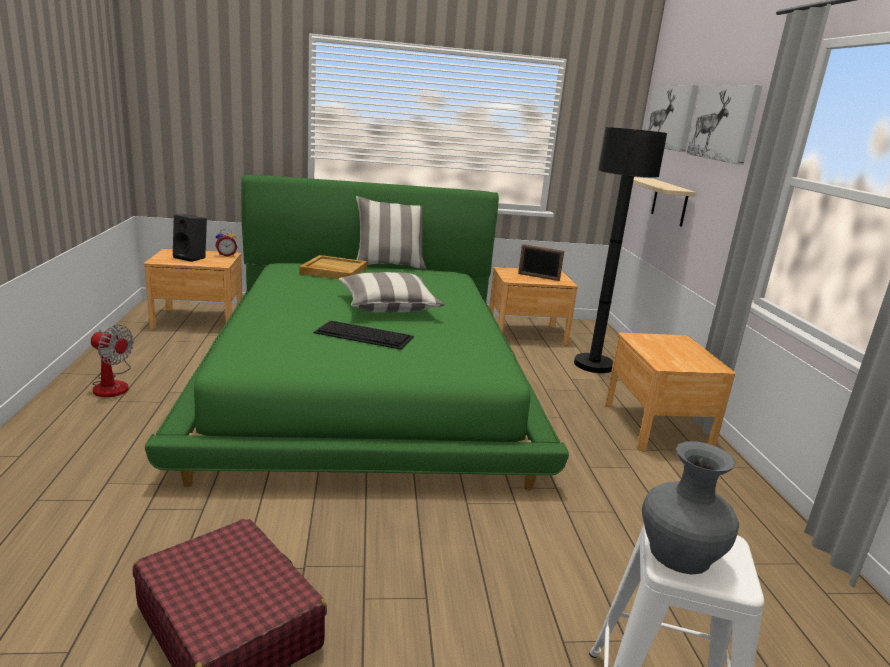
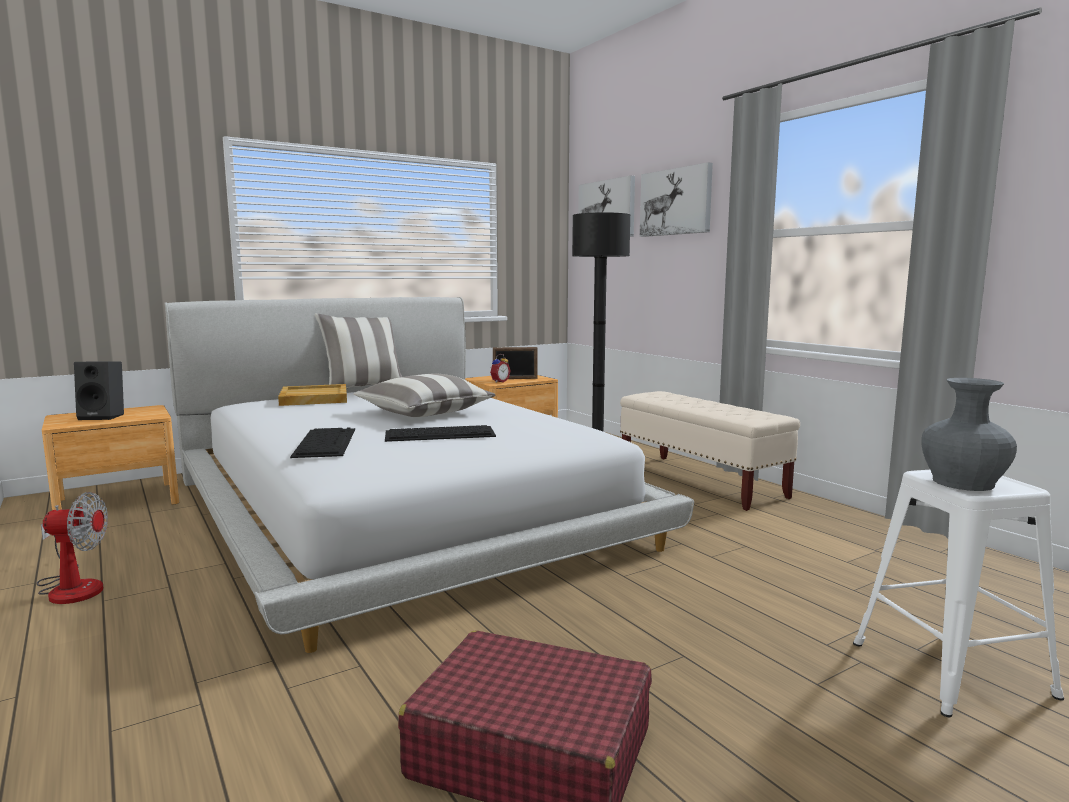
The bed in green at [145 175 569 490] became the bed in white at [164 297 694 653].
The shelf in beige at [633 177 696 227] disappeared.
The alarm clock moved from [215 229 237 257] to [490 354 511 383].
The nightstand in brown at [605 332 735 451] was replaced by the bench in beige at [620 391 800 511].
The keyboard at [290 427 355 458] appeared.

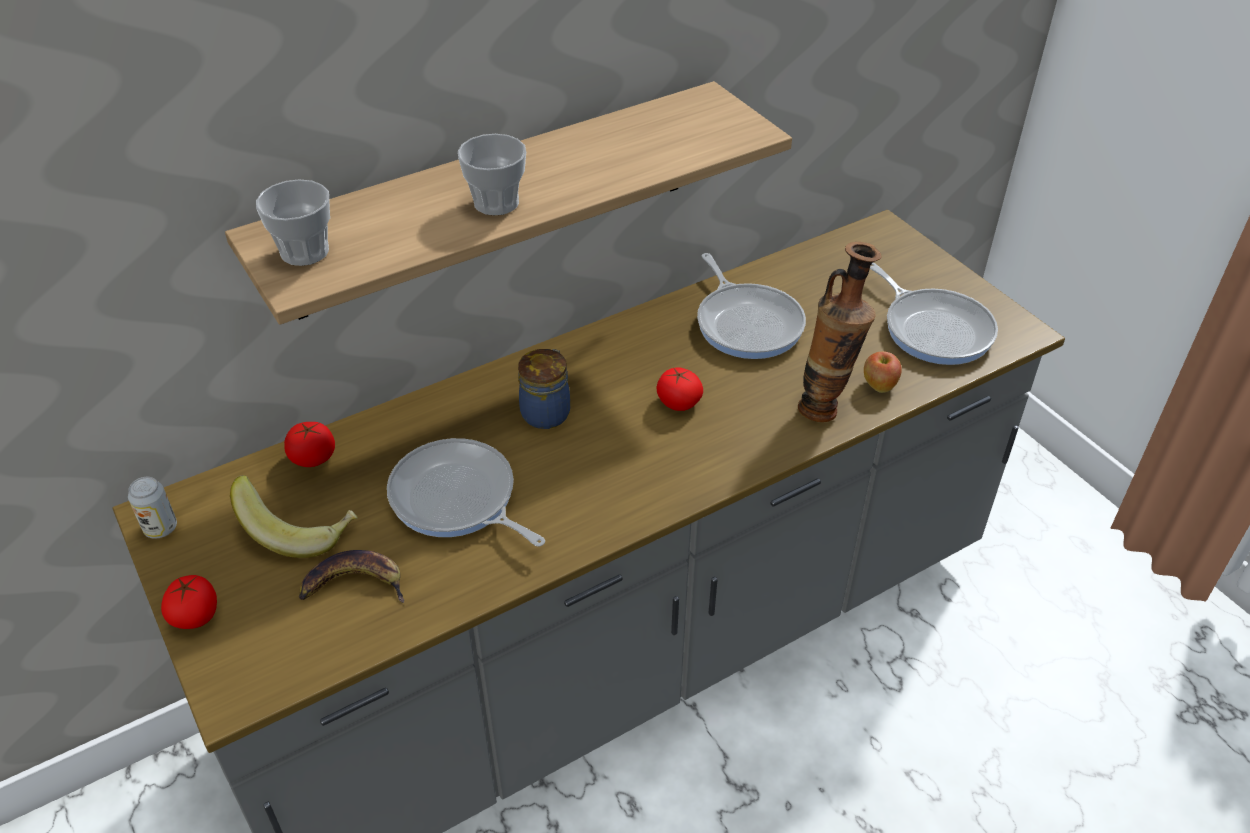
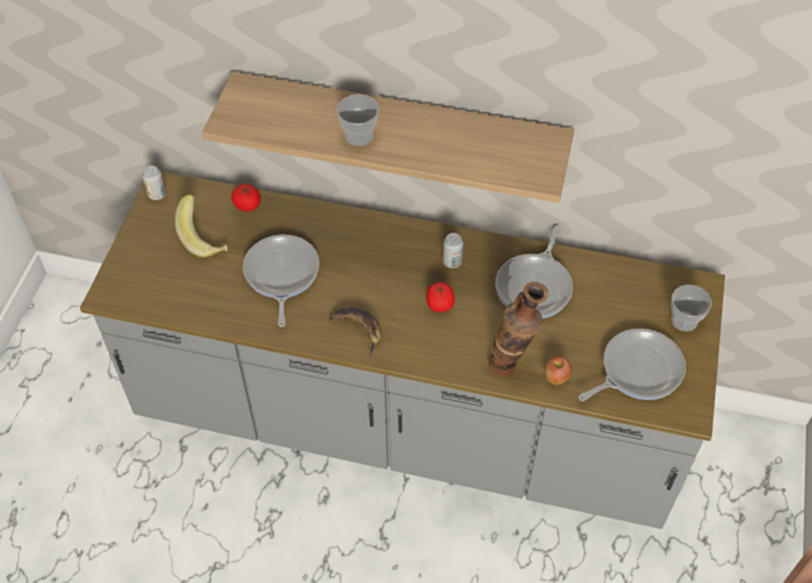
The cup moved from [256 179 330 266] to [671 285 712 331].
The frying pan at [870 263 998 365] turned 135 degrees counterclockwise.
The jar at [518 349 570 429] disappeared.
The banana moved from [299 550 404 603] to [329 308 382 356].
The tomato at [161 575 217 629] disappeared.
The can at [443 233 463 268] appeared.

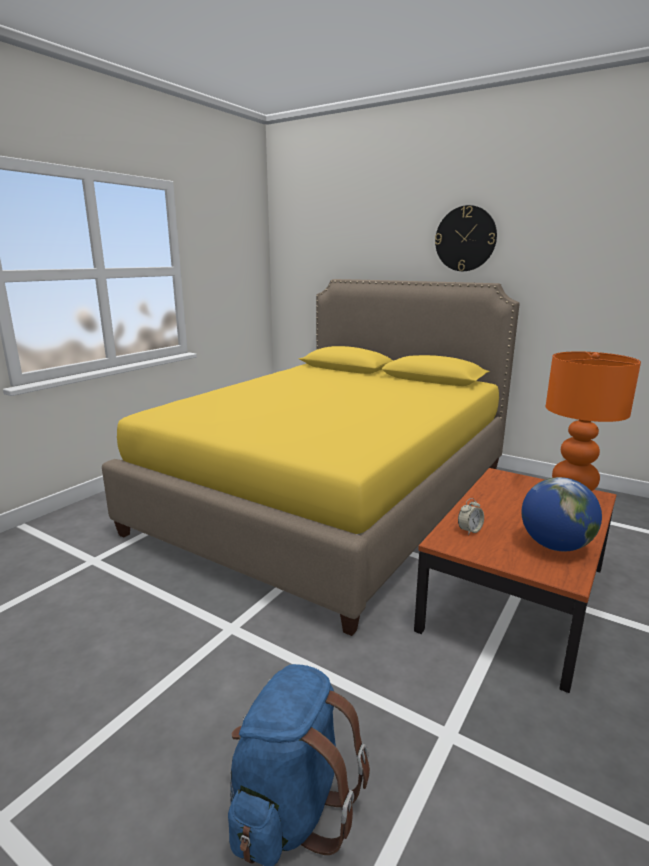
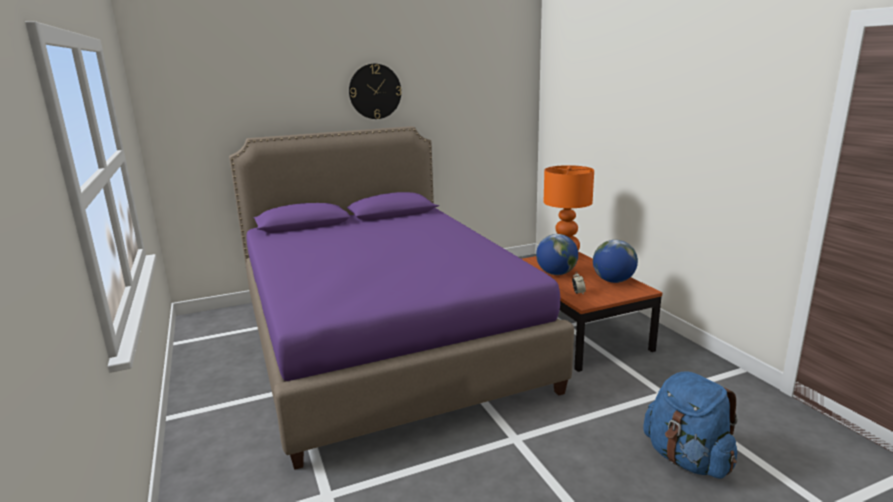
The bed in yellow at [102 279 520 636] became the bed in purple at [229 126 574 470].
The globe at [536 234 578 275] appeared.

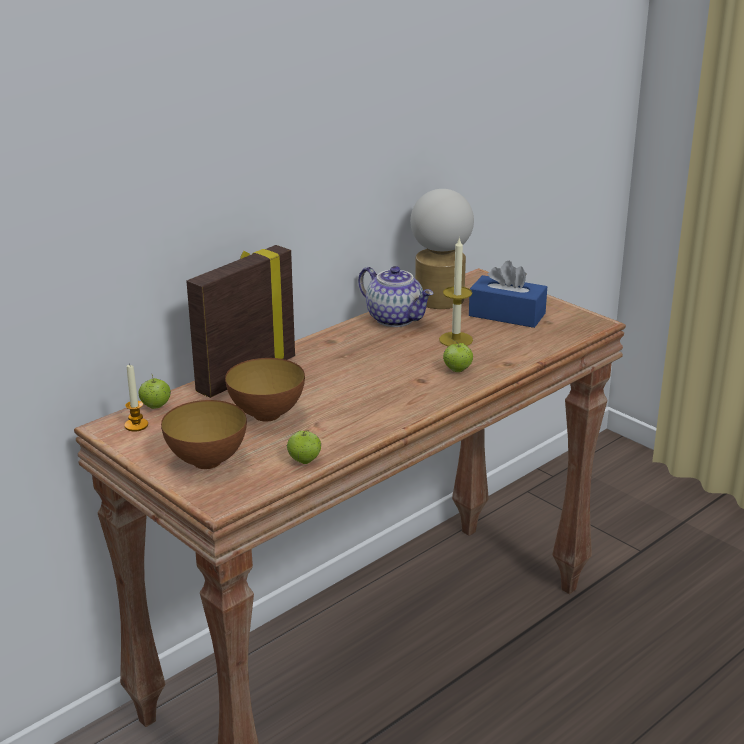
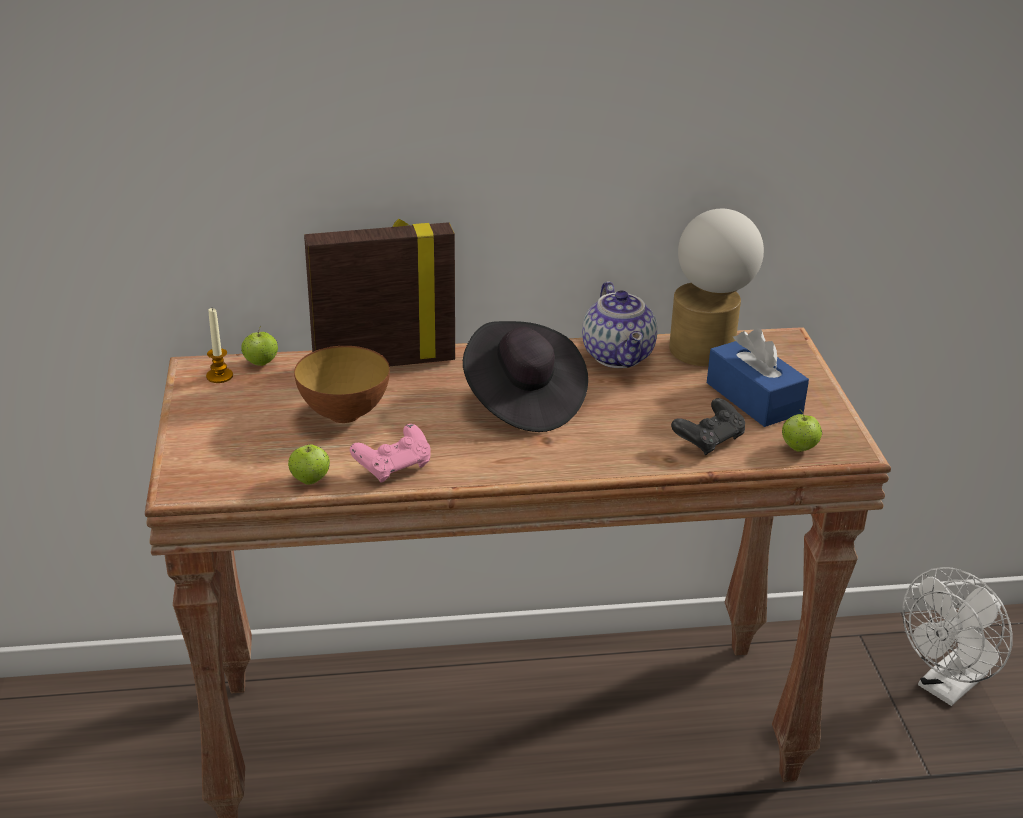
The candle at [439 237 473 347] disappeared.
The apple moved from [443 340 473 372] to [782 409 822 452].
The bowl at [161 400 247 469] disappeared.
The hat in black at [463 321 588 432] appeared.
The game controller in black at [671 398 745 455] appeared.
The game controller in pink at [350 424 430 483] appeared.
The fan in white at [902 567 1013 706] appeared.

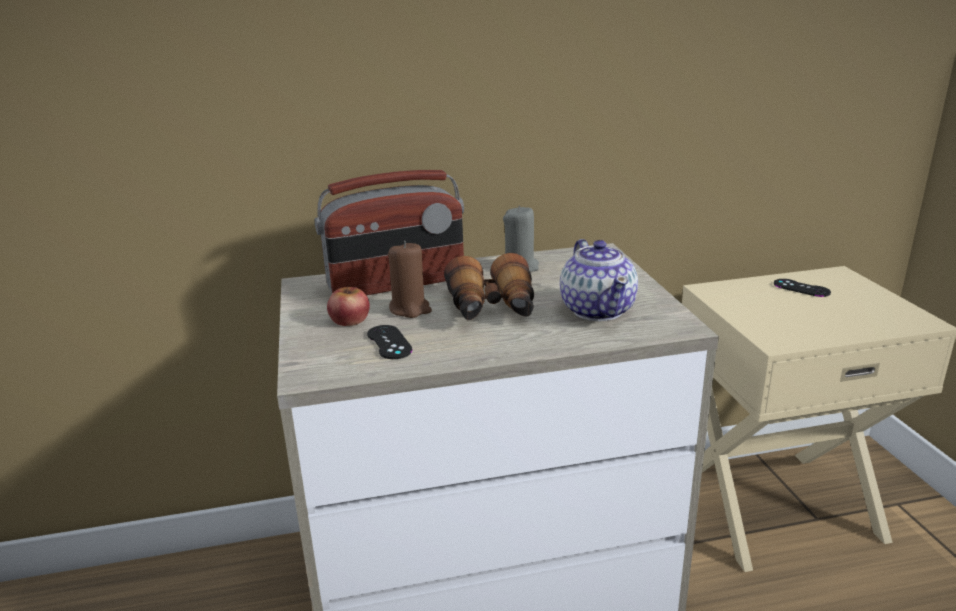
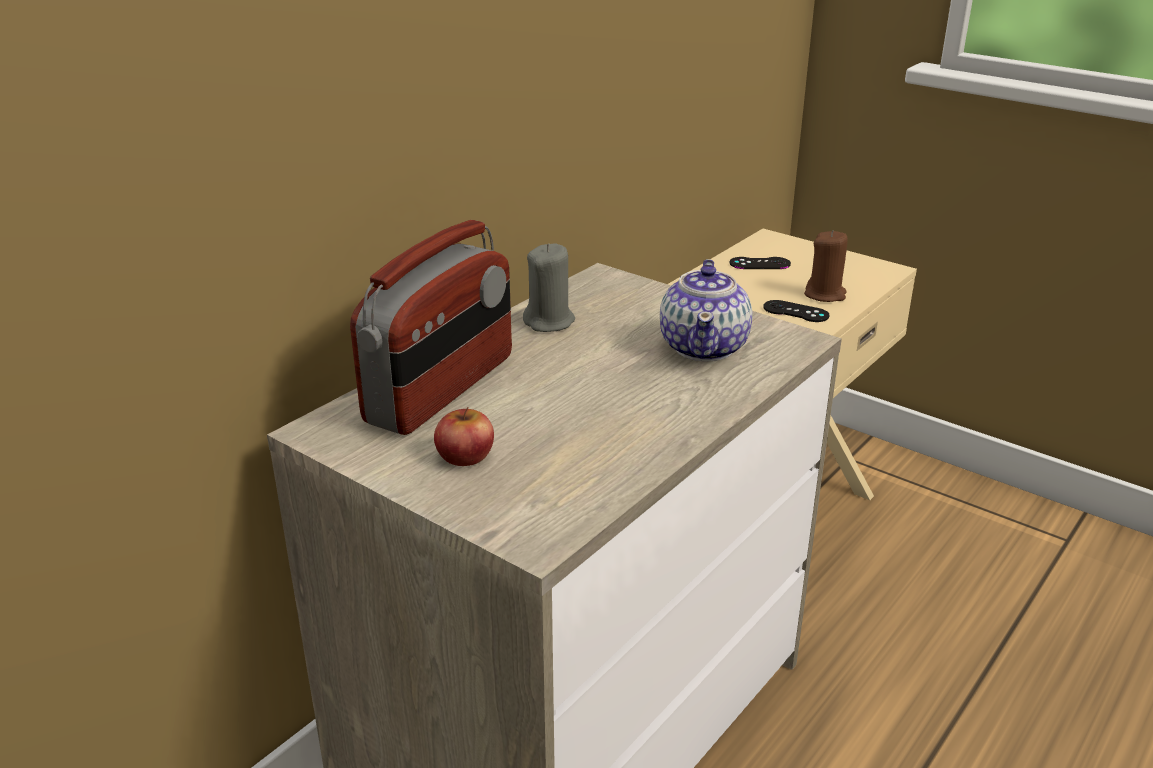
The teapot at [560 239 638 321] turned 60 degrees clockwise.
The candle in brown moved from [388 241 432 318] to [804 230 848 302].
The binoculars at [444 253 534 320] disappeared.
The game controller in black moved from [367 325 413 359] to [763 300 830 322].

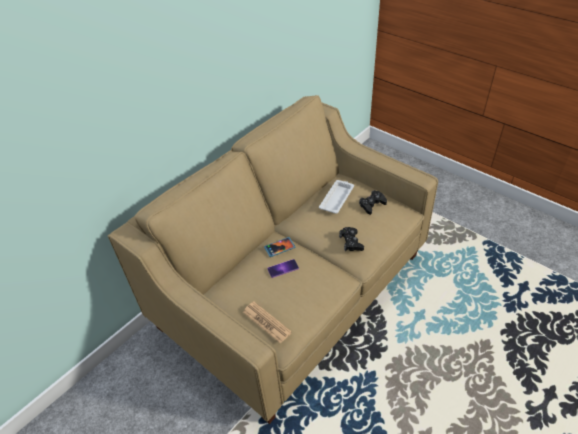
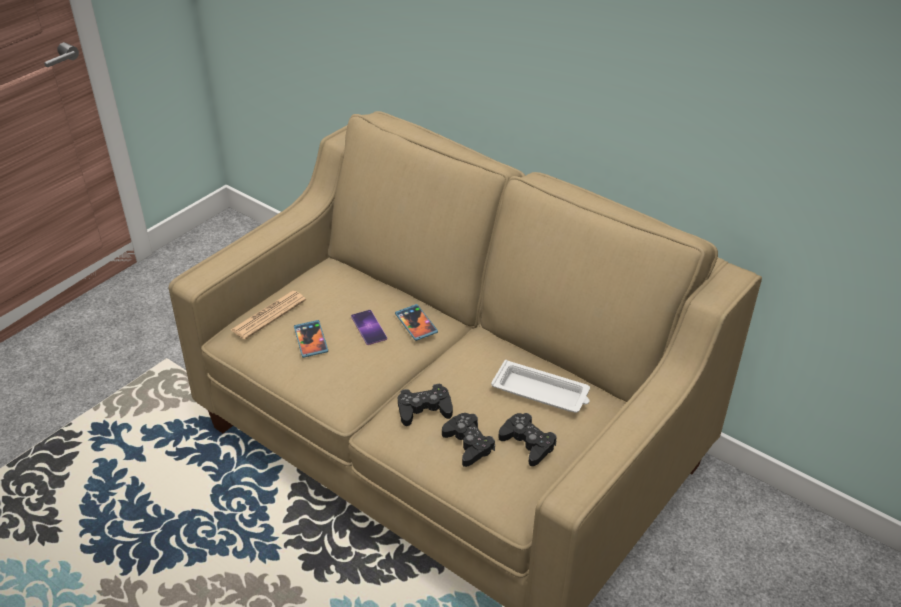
The phone at [294 320 328 358] appeared.
The game controller in black at [442 413 495 467] appeared.

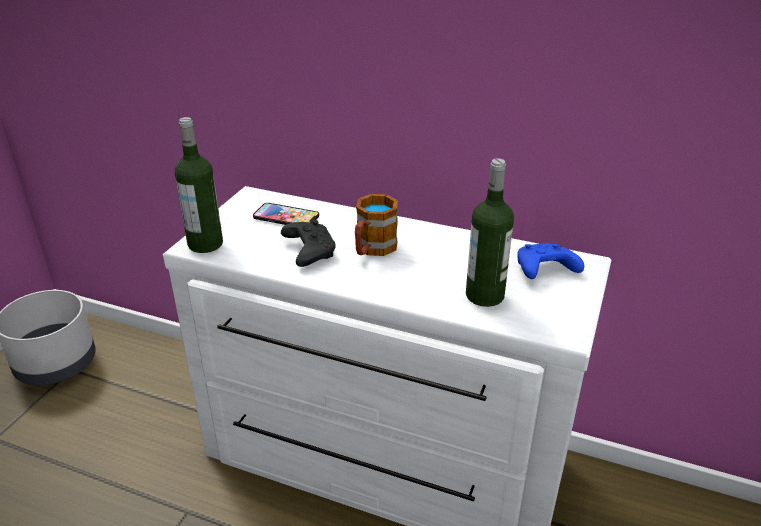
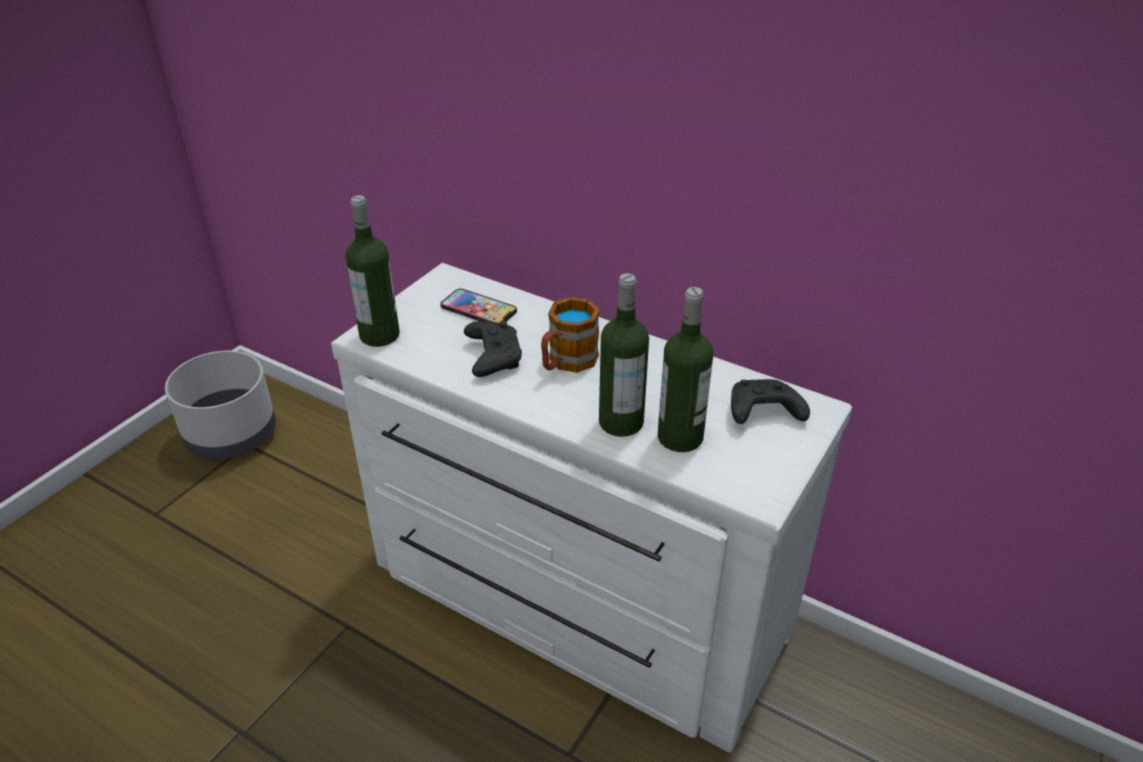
The game controller in blue at [517 243 584 279] became the game controller in black at [731 379 810 424].
The bottle at [599 273 649 437] appeared.

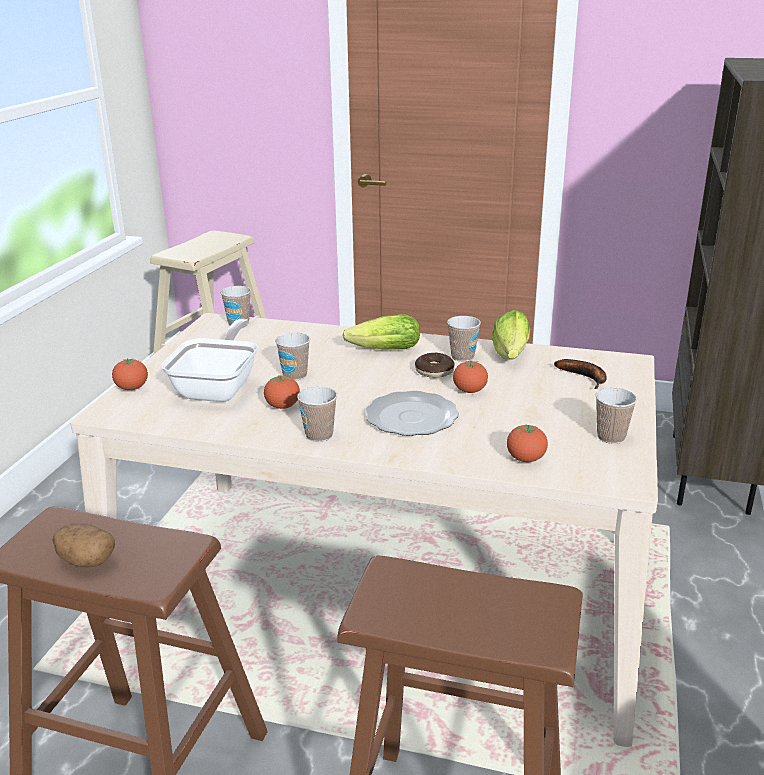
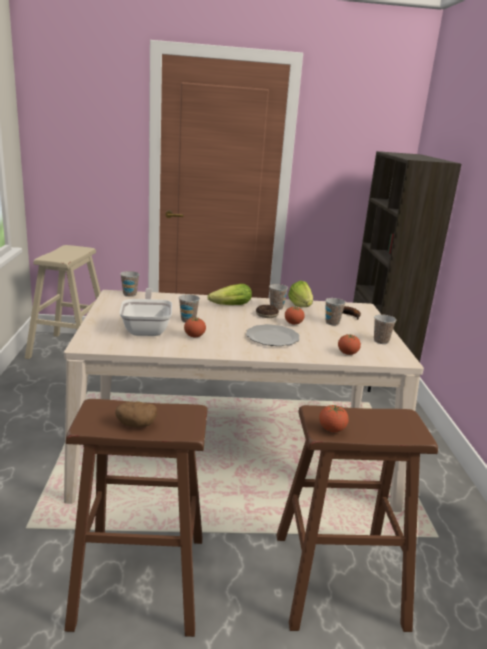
The tomato moved from [112 358 148 390] to [319 404 349 432].
The cup moved from [297 386 337 442] to [325 298 346 325].

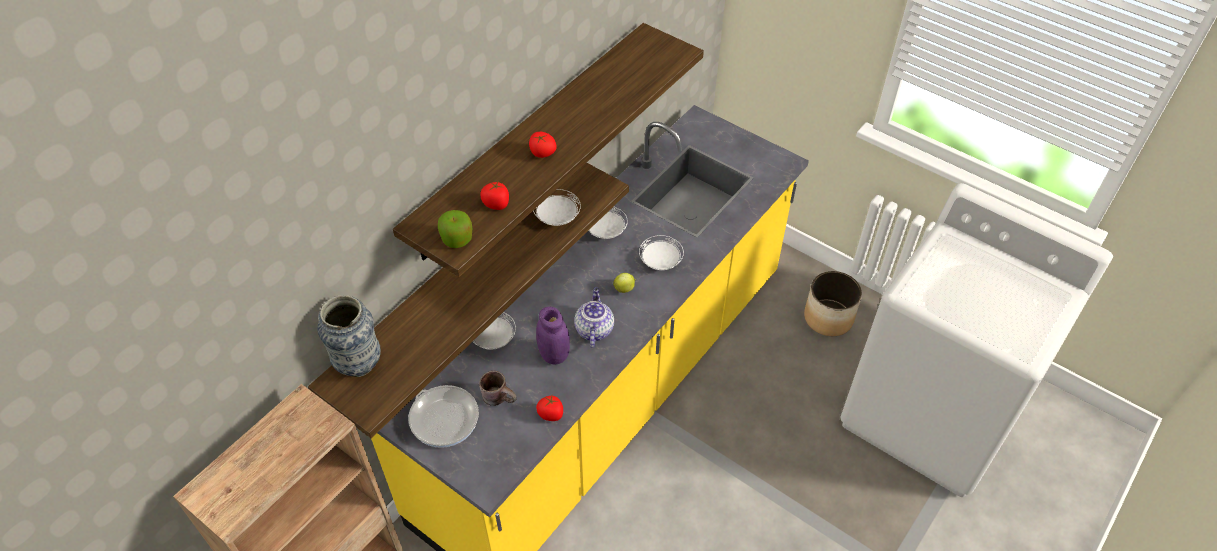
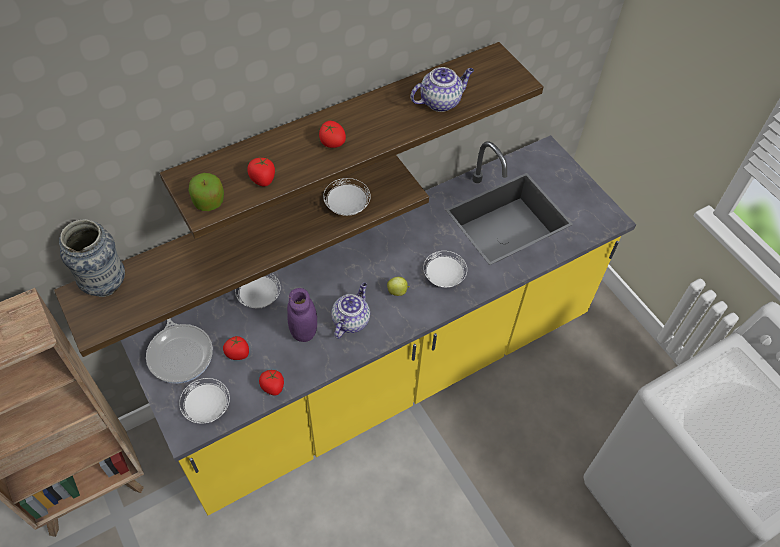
The plate in white moved from [589 207 628 239] to [179 378 230 424].
The planter at [804 271 862 336] disappeared.
The mug in brown at [479 371 517 406] was replaced by the tomato at [223 336 249 360].
The teapot at [410 67 474 112] appeared.

